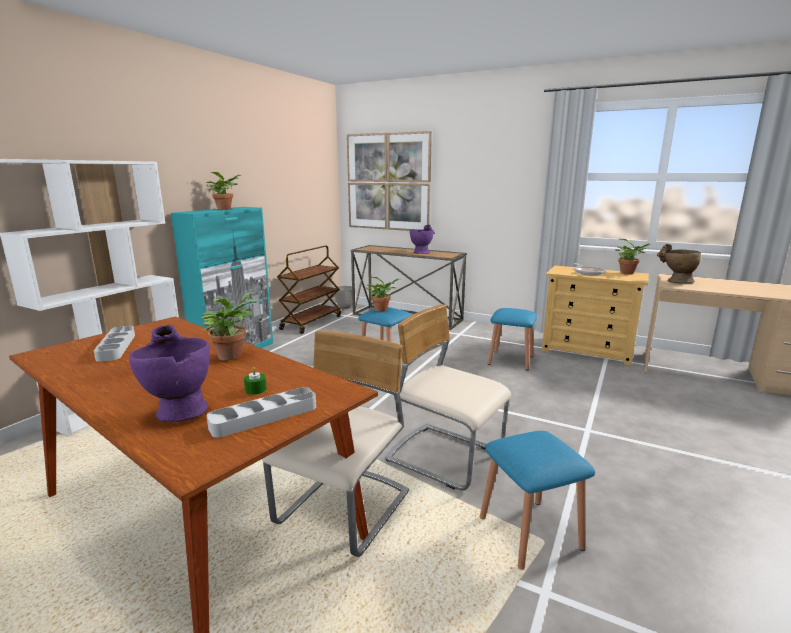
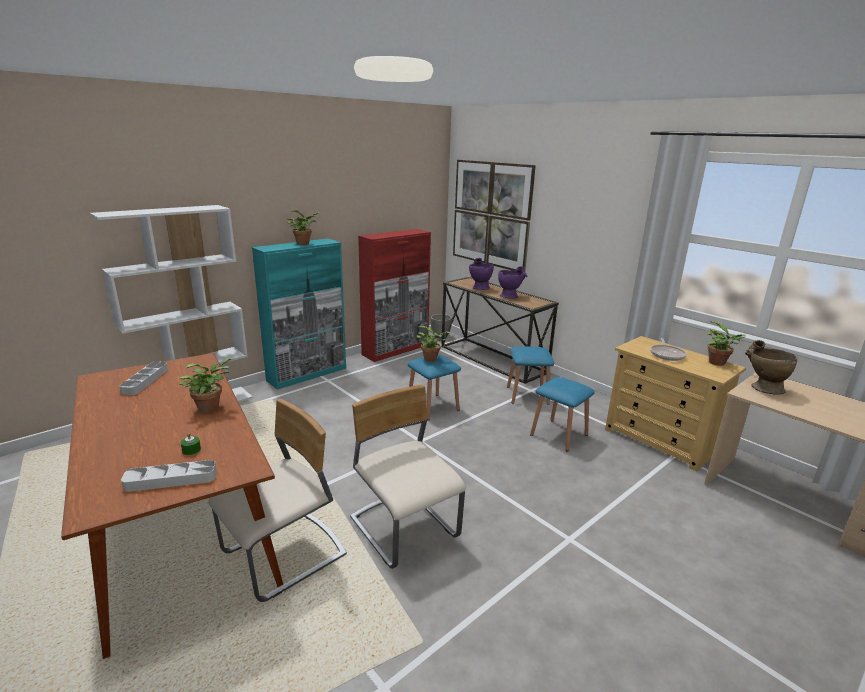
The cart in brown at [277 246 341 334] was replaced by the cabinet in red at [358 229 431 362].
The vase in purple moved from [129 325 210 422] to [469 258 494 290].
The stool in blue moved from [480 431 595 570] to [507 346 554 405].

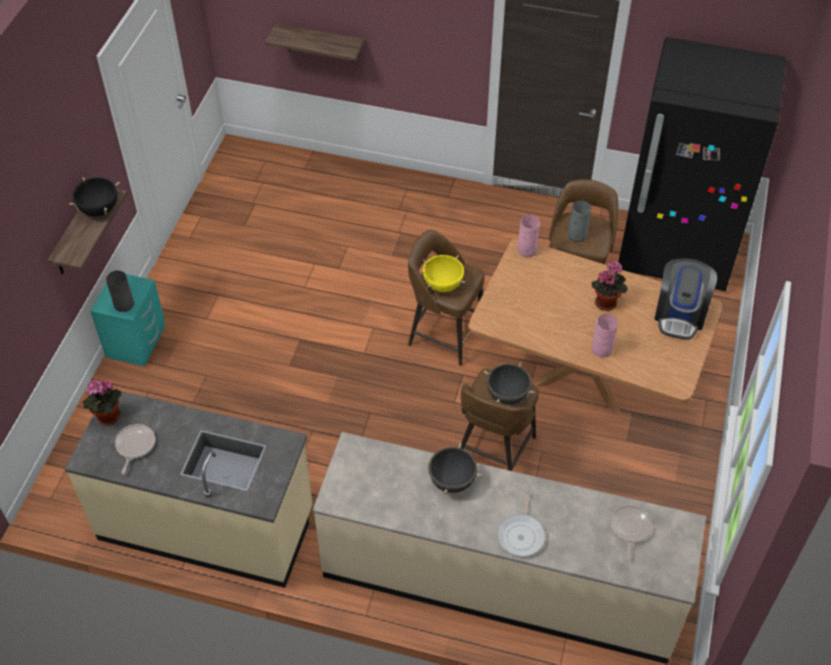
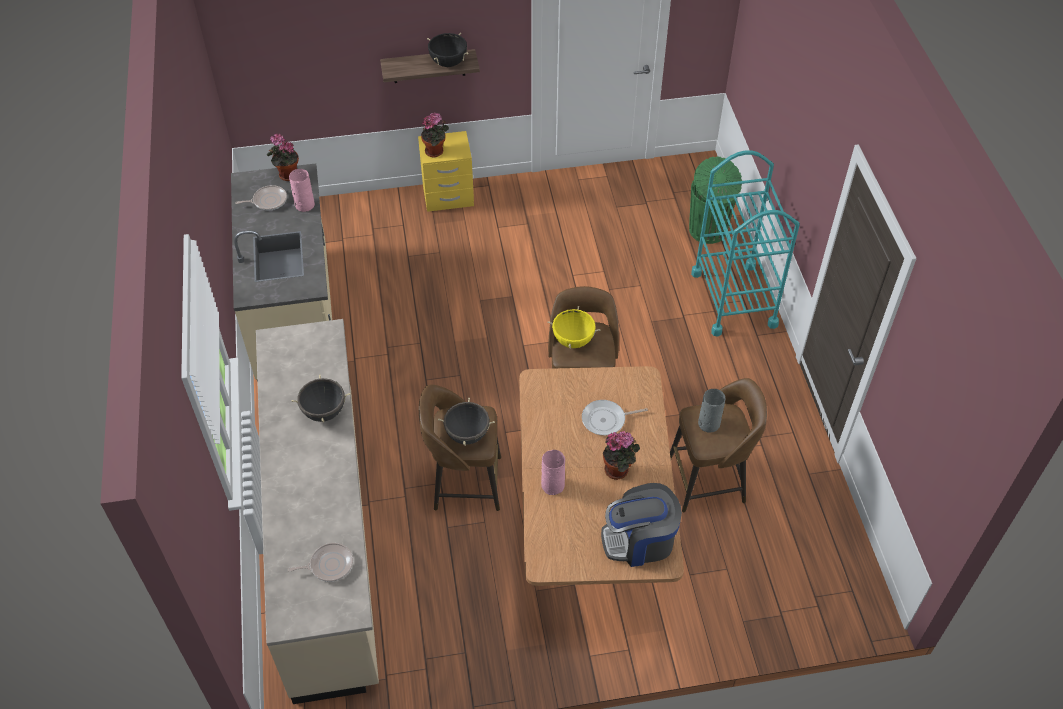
The shelf at [265 24 364 62] disappeared.
The fridge in black at [619 37 786 291] disappeared.
The vase in pink moved from [517 215 540 257] to [289 169 315 212].
The vase in grey at [106 270 134 312] was replaced by the potted plant at [421 113 449 157].
The nightstand in turquoise at [90 274 165 366] became the nightstand in yellow at [418 131 474 212].
The frying pan moved from [498 492 545 557] to [582 400 648 435].
The cart in turquoise at [691 150 800 336] appeared.
The trash can in green at [689 156 742 244] appeared.

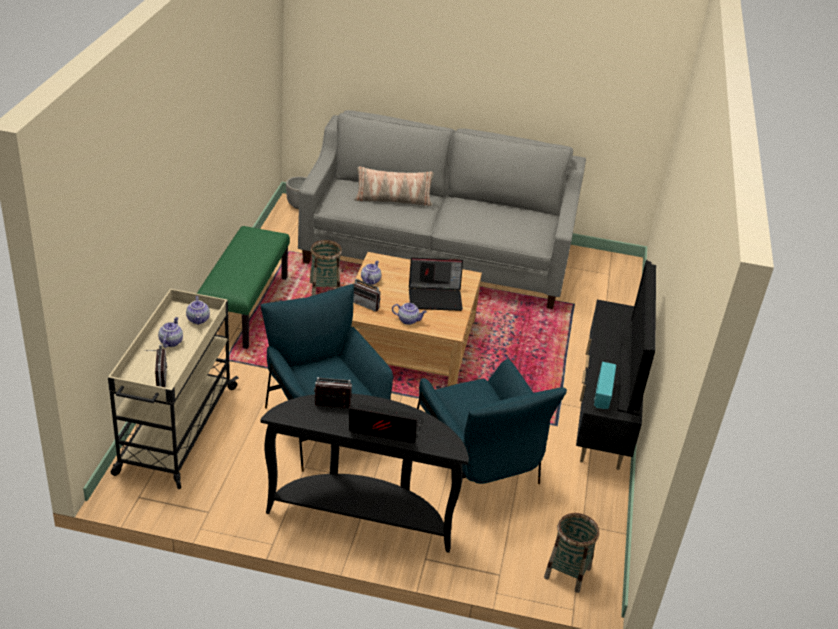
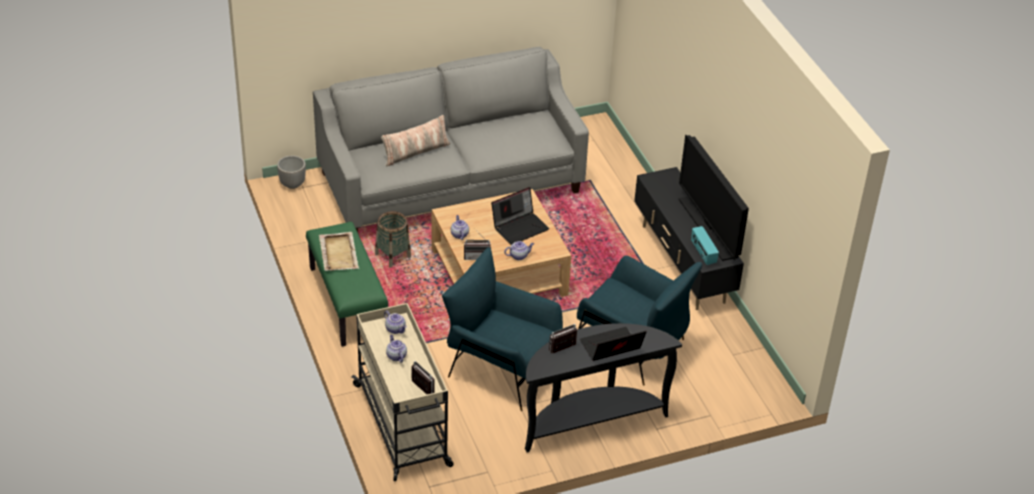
The basket at [544 513 599 593] disappeared.
The tray in beige at [319 232 359 271] appeared.

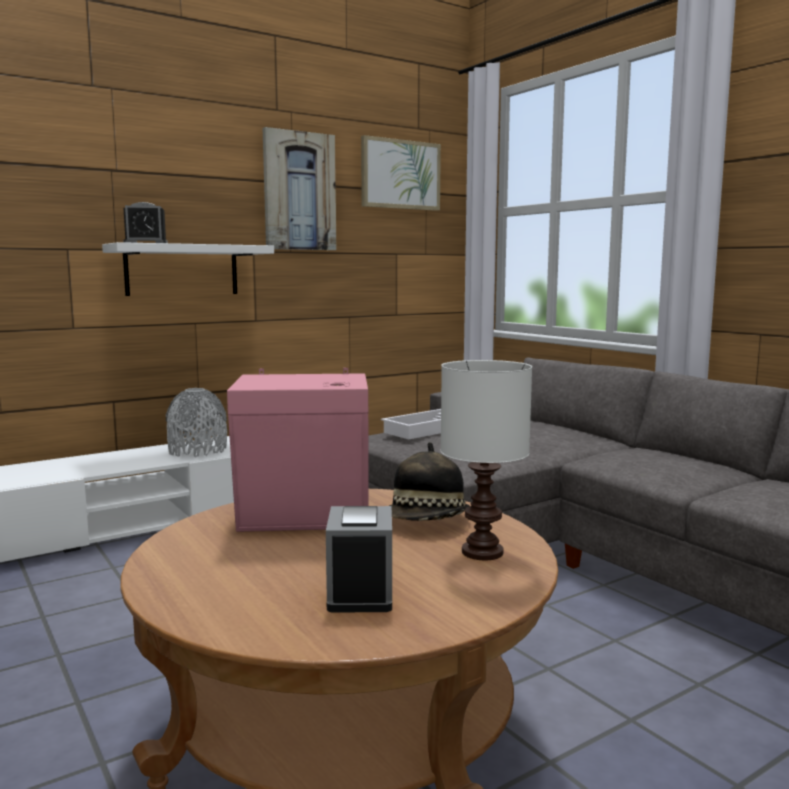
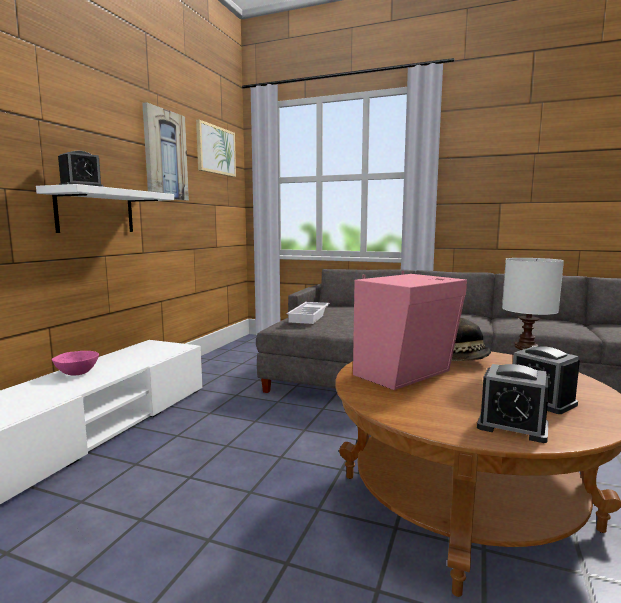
The vase in grey at [166 388 227 457] disappeared.
The bowl in pink at [52 351 99 376] appeared.
The alarm clock at [477 364 550 443] appeared.

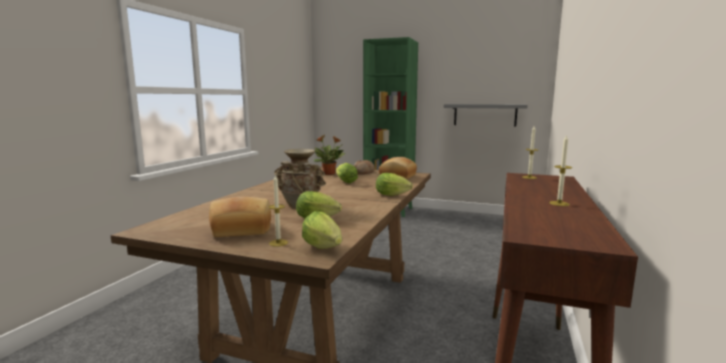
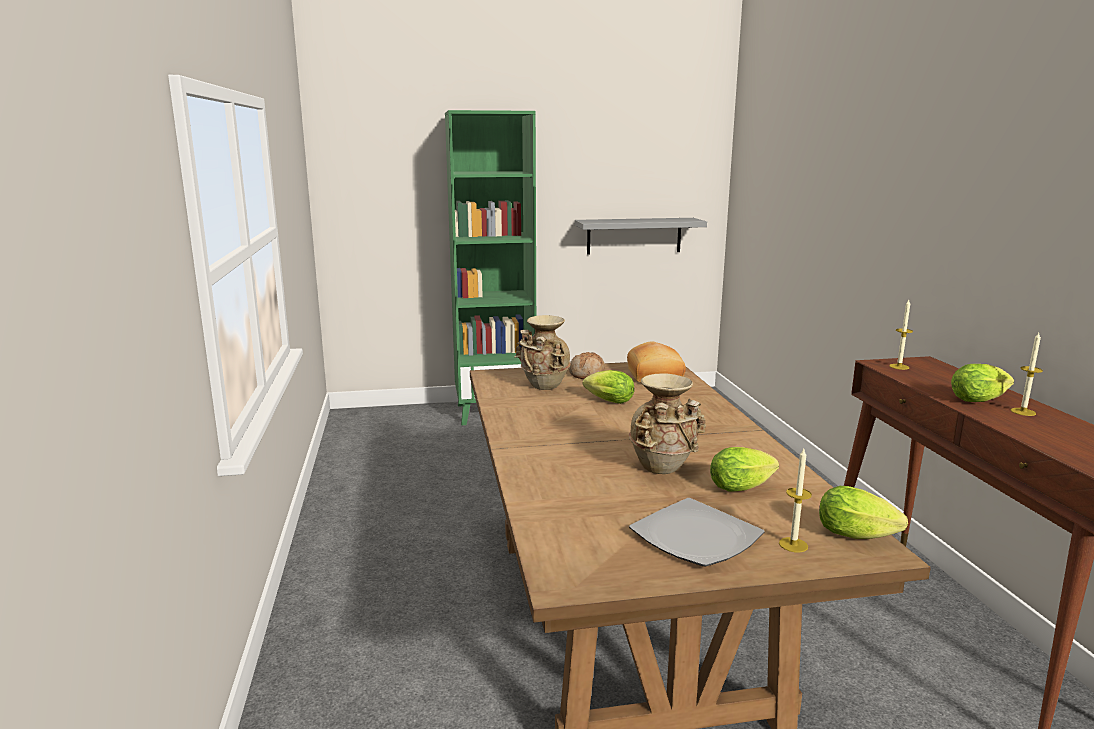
The potted plant at [314 135 345 175] was replaced by the vase in beige at [514 315 571 390].
The lettuce moved from [376 173 413 196] to [951 364 1014 402].
The bread at [209 197 271 237] was replaced by the plate at [629 498 765 566].

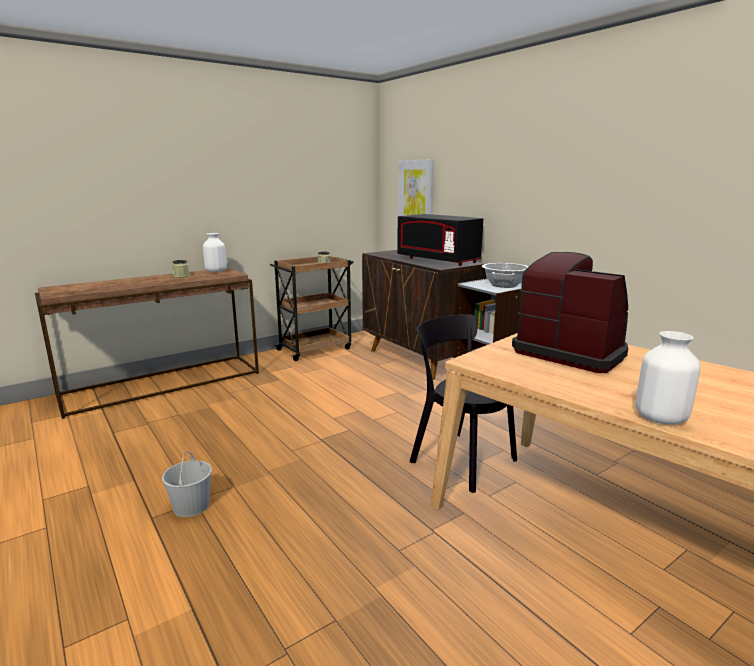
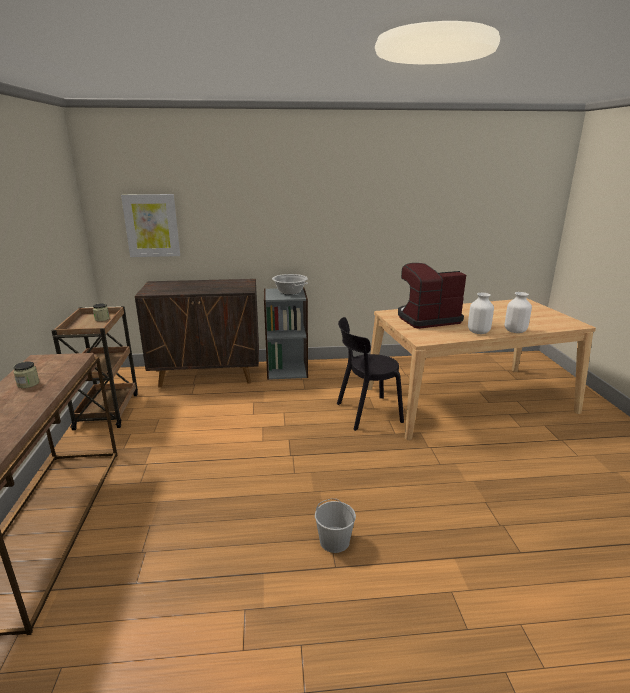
The microwave in black at [397 214 483 266] disappeared.
The vase in white moved from [203 233 227 272] to [468 293 494 334].

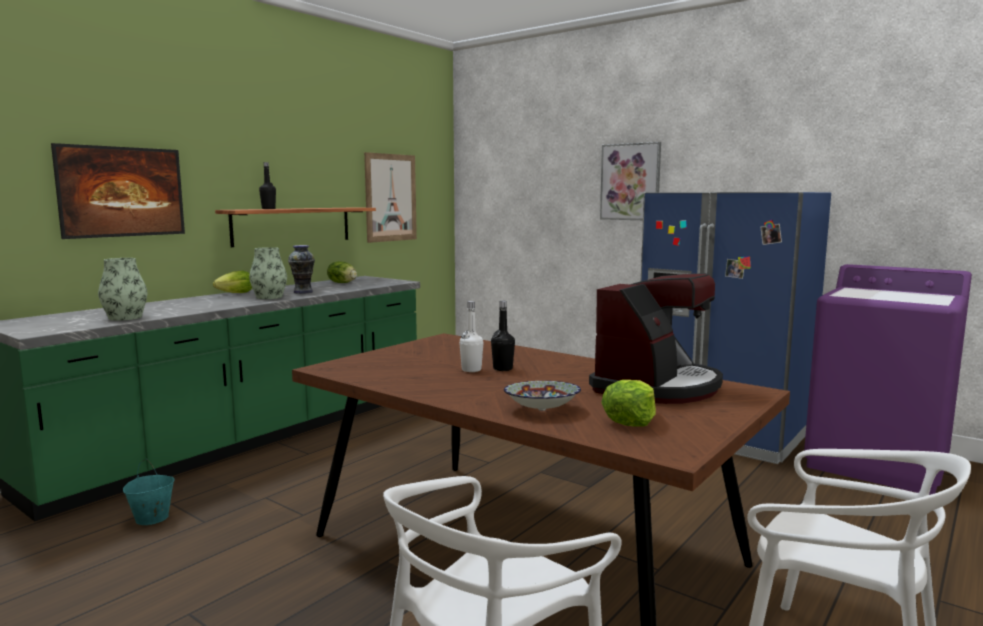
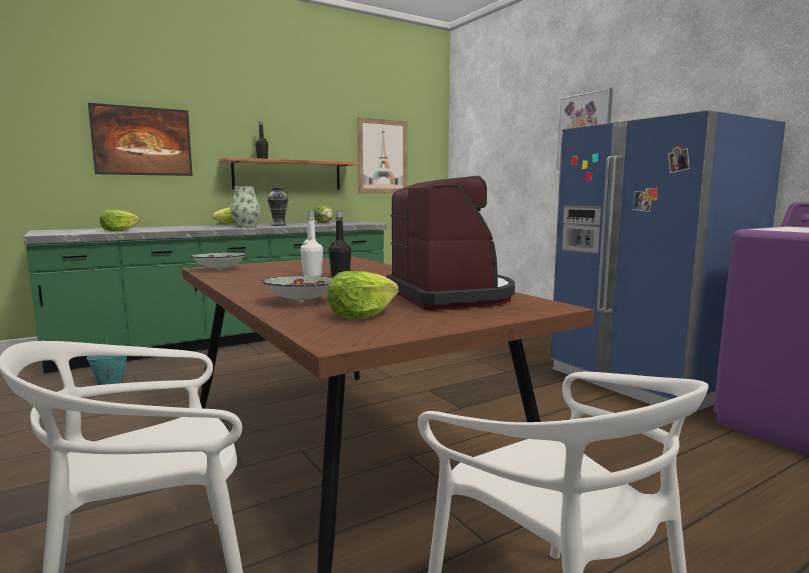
The vase at [98 258 147 321] was replaced by the lettuce at [100 210 140 231].
The coffee machine at [589 273 723 404] turned 75 degrees counterclockwise.
The bowl at [190 253 247 270] appeared.

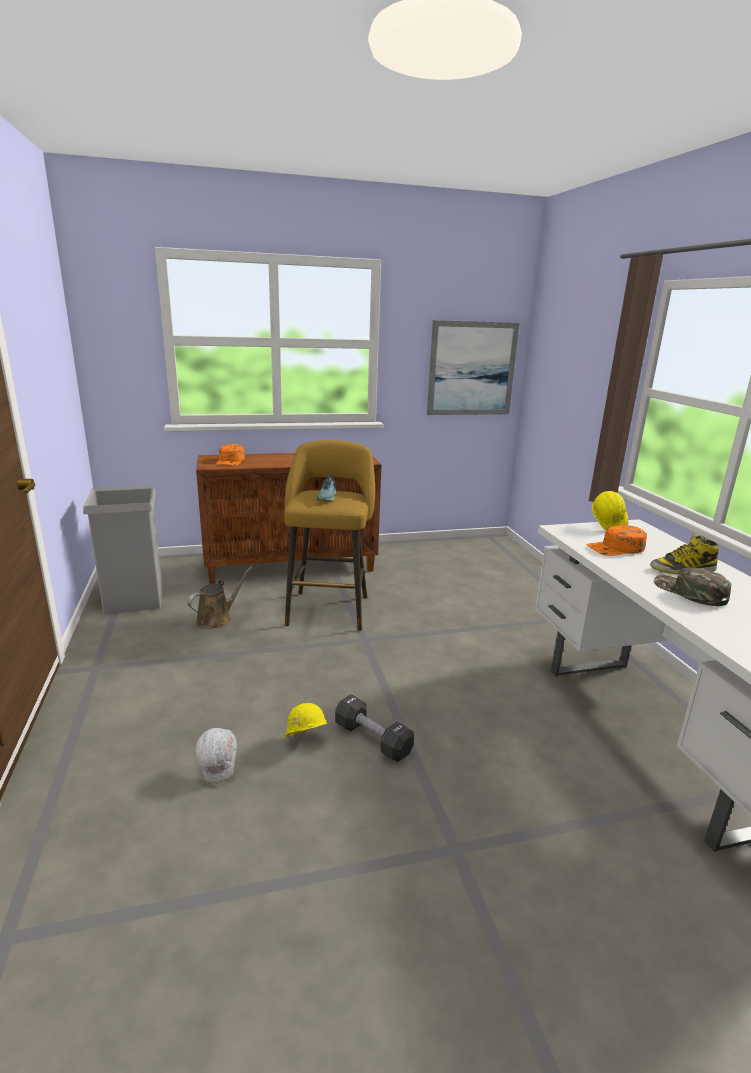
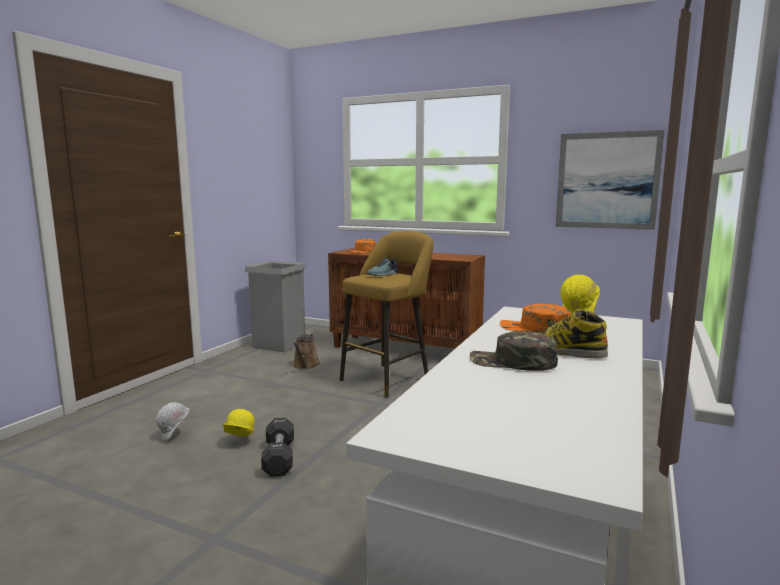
The watering can in brown at [187 567 252 629] turned 105 degrees clockwise.
The cap in green at [654 568 731 606] turned 75 degrees counterclockwise.

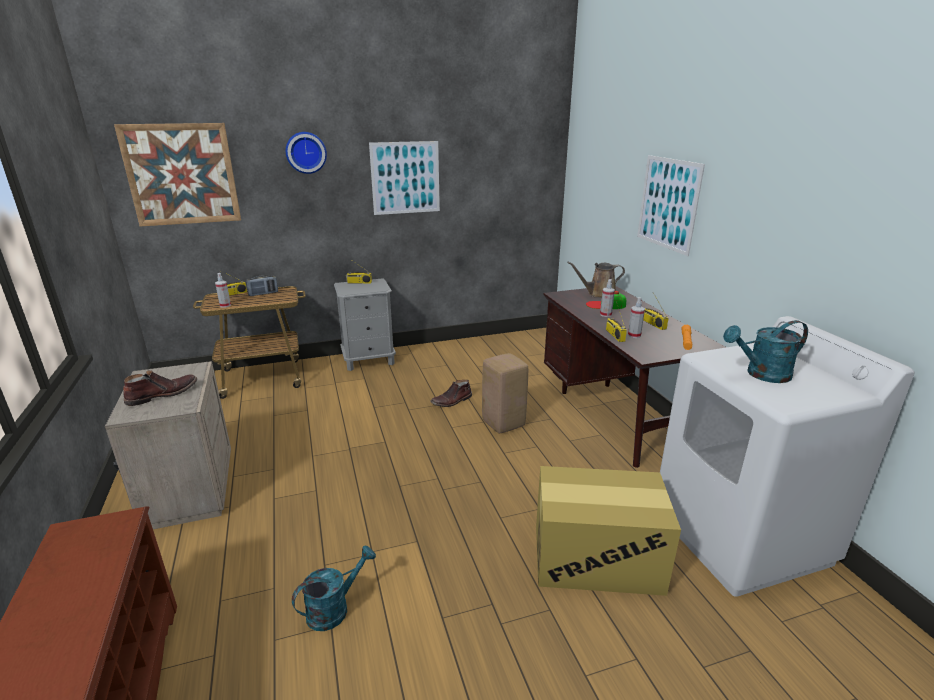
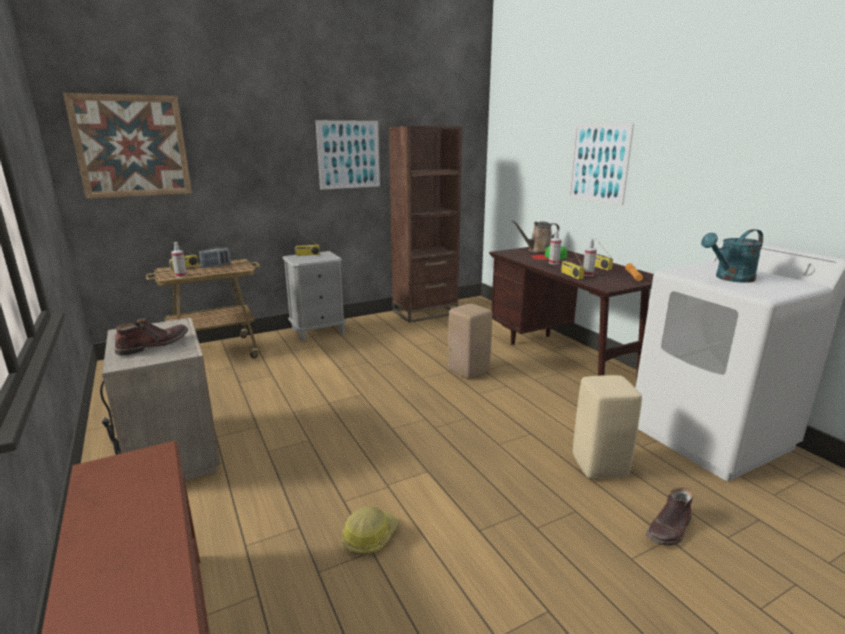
The wall clock at [286 132 327 174] disappeared.
The boot in brown moved from [430 380 472 407] to [646 487 693 546].
The cardboard box at [536 466 681 596] was replaced by the stool in beige at [573 375 642 479].
The watering can in turquoise at [292 545 376 631] was replaced by the hard hat at [342 506 399 554].
The bookcase in brown at [389 126 462 323] appeared.

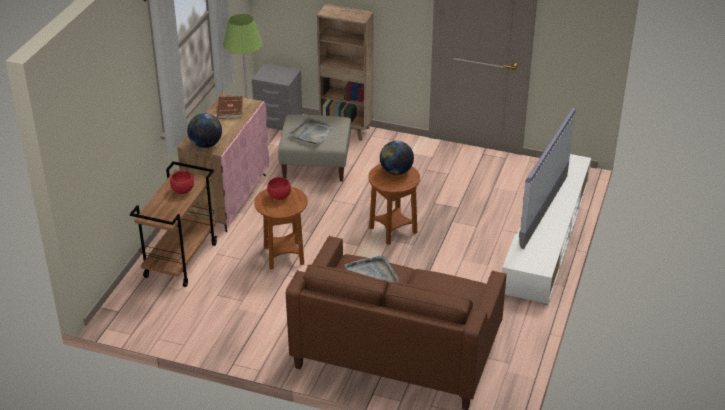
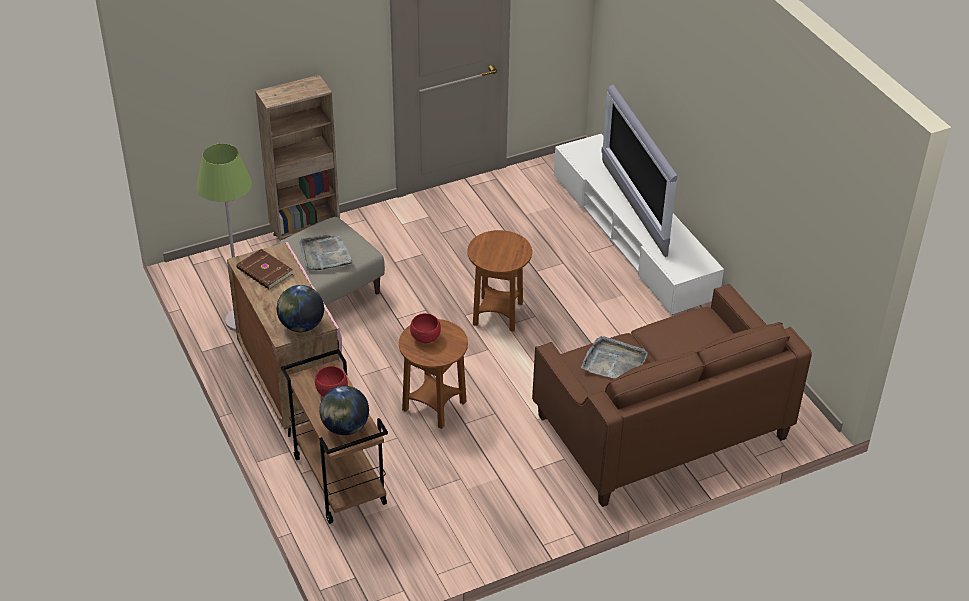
The nightstand in grey at [252 63 302 130] disappeared.
The globe moved from [380 141 414 175] to [319 386 369 435].

